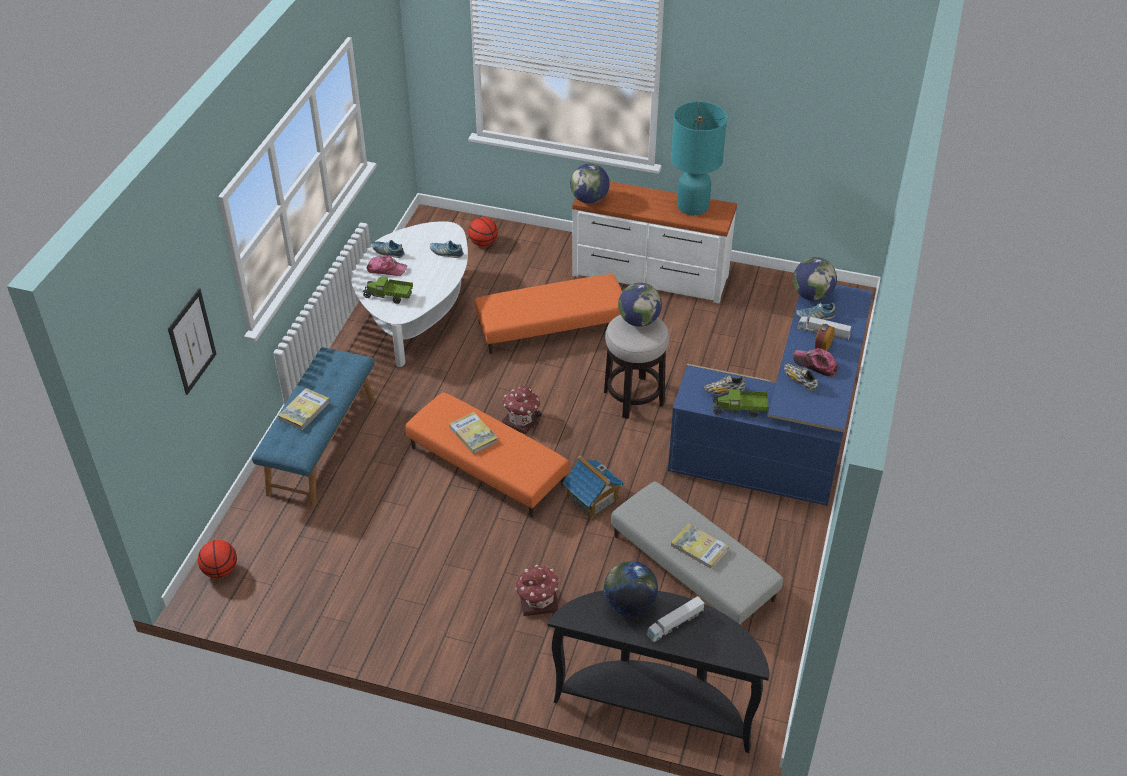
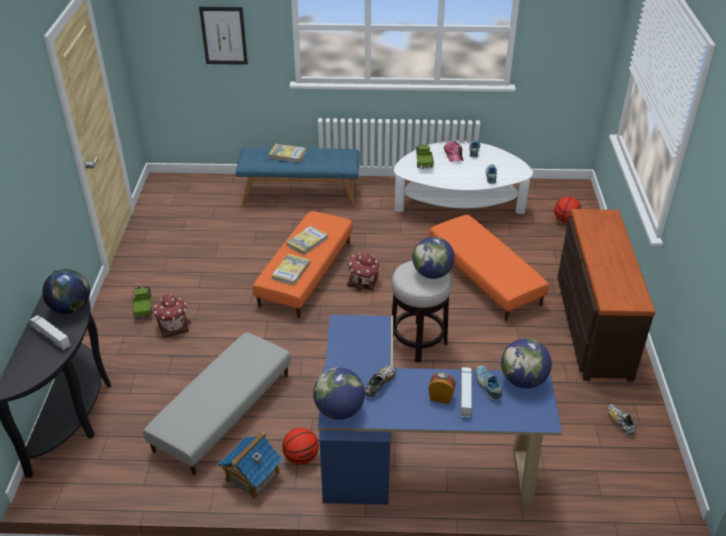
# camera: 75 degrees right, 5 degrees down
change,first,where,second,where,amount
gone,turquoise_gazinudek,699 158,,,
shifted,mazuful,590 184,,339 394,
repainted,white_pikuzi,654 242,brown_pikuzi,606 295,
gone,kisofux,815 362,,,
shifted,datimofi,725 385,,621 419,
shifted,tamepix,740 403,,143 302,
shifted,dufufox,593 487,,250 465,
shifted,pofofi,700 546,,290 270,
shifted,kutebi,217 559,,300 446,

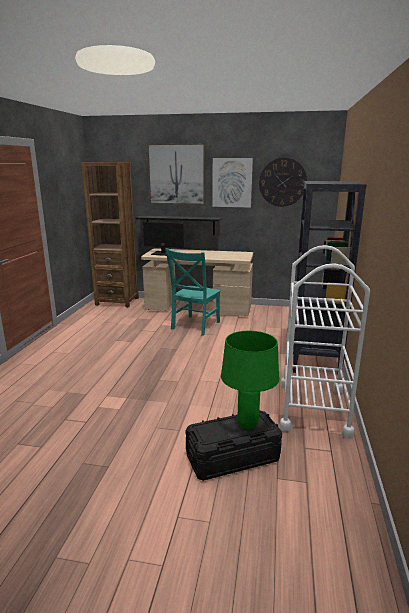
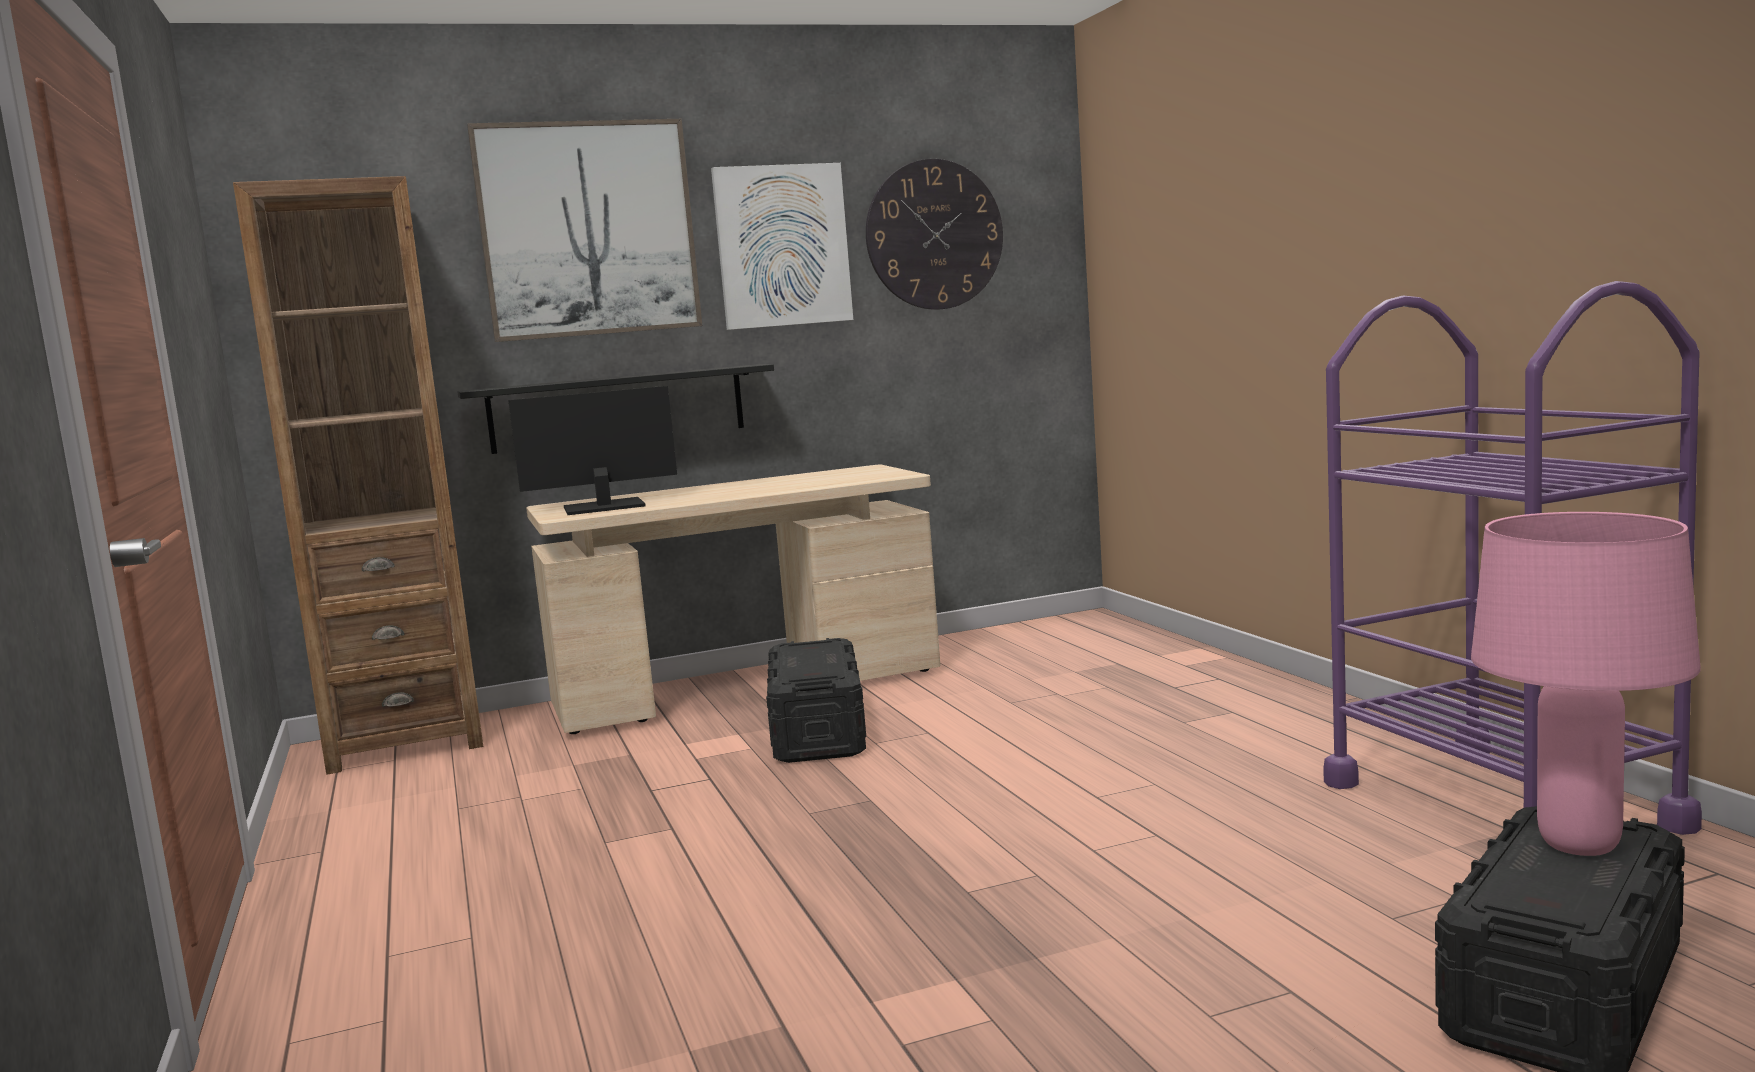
# camera: 30 degrees left, 10 degrees down
change,first,where,second,where,amount
gone,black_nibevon,330 277,,,
repainted,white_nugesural,324 342,purple_nugesural,1512 558,
swapped,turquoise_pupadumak,193 292,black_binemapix,816 700,
repainted,green_gazinudek,250 380,pink_gazinudek,1586 684,

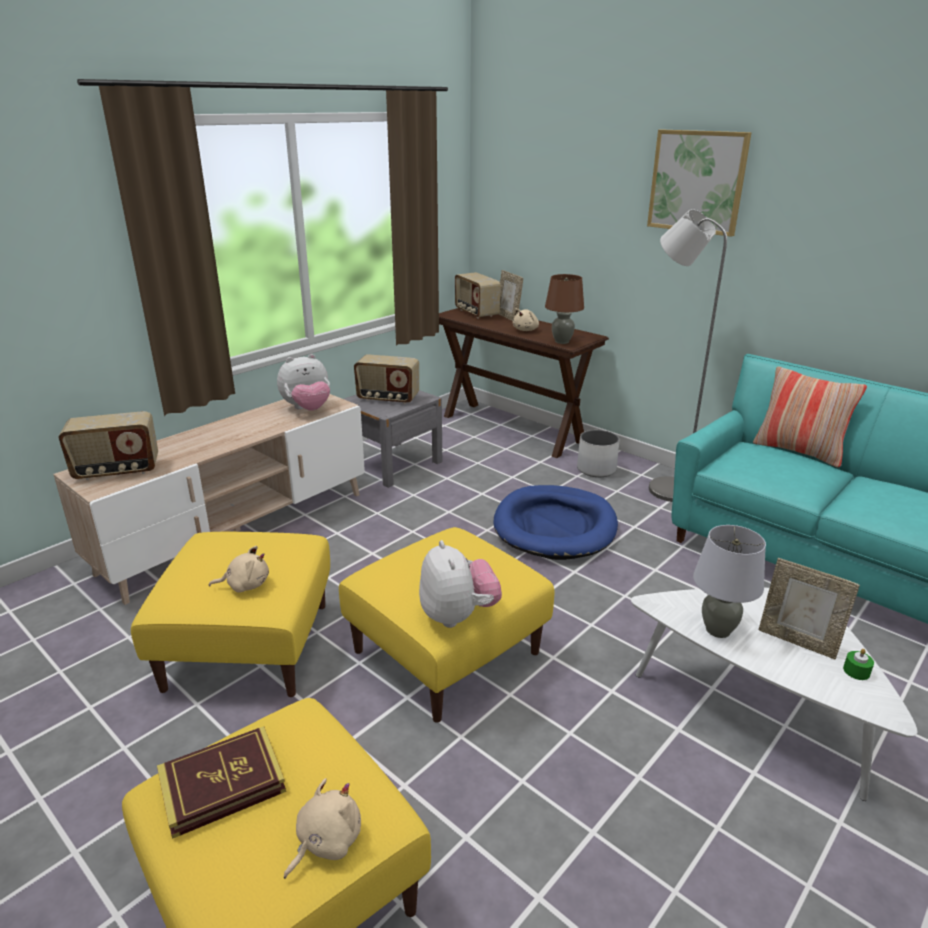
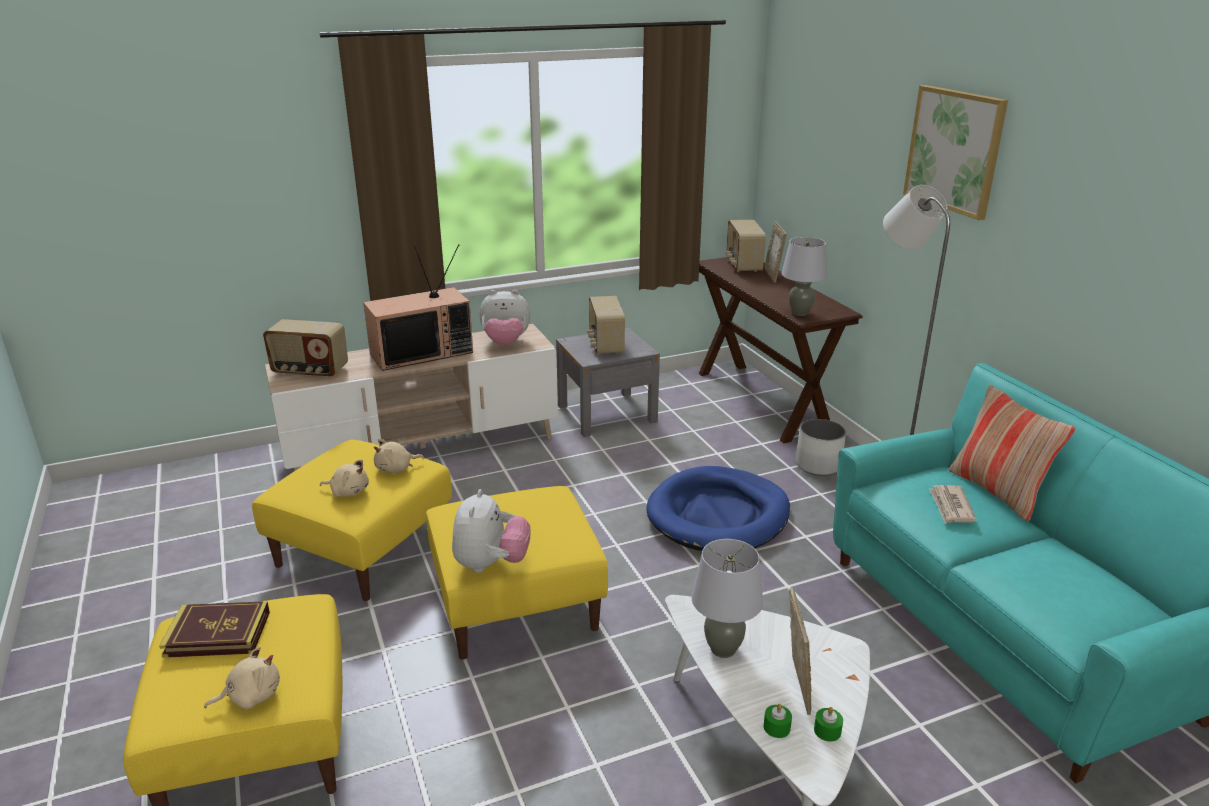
# camera: 25 degrees right, 0 degrees up
change,first,where,second,where,amount
repainted,brown_gazinudek,564 309,grey_gazinudek,804 276,
shifted,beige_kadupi,526 319,,399 455,
rotated,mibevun,386 379,,606 325,45 degrees clockwise
rotated,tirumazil,809 609,,800 651,150 degrees counterclockwise
new,,,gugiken,418 307,
new,,,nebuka,953 504,
new,,,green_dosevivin,778 721,

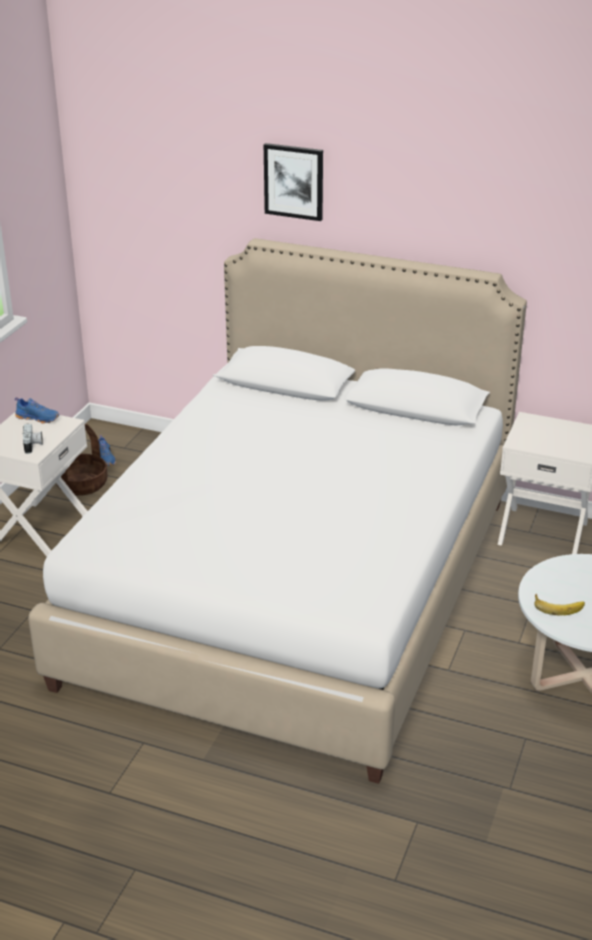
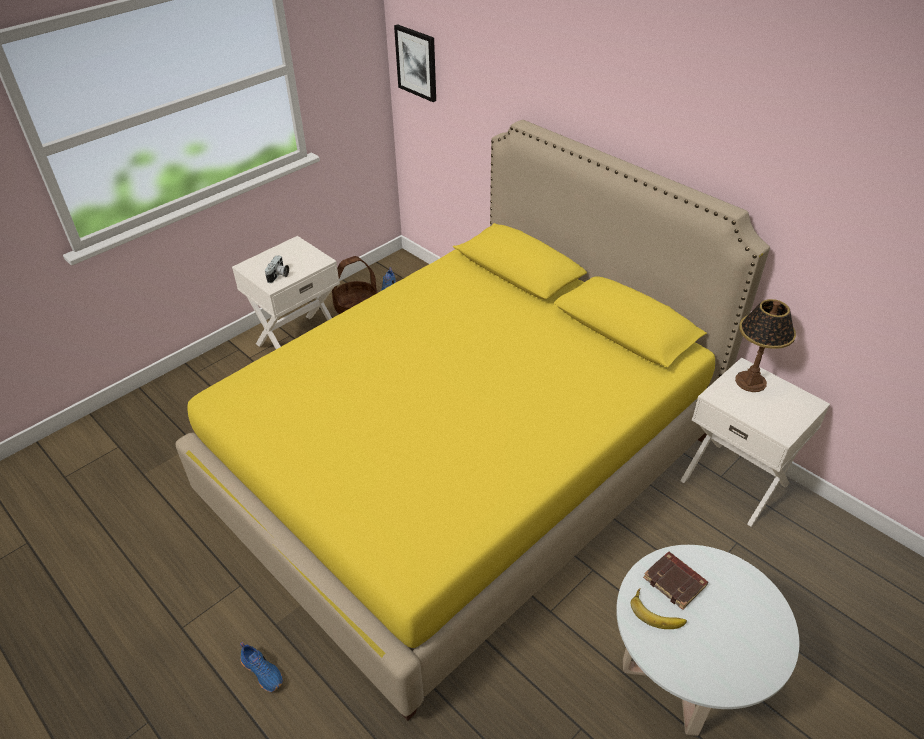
# camera: 25 degrees right, 10 degrees up
change,first,where,second,where,amount
shifted,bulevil,293 182,,415 63,
repainted,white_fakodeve,277 511,yellow_fakodeve,473 420,
shifted,blue_datimofi,37 410,,261 667,
new,,,gazinudek,765 345,
new,,,brown_pofofi,675 581,

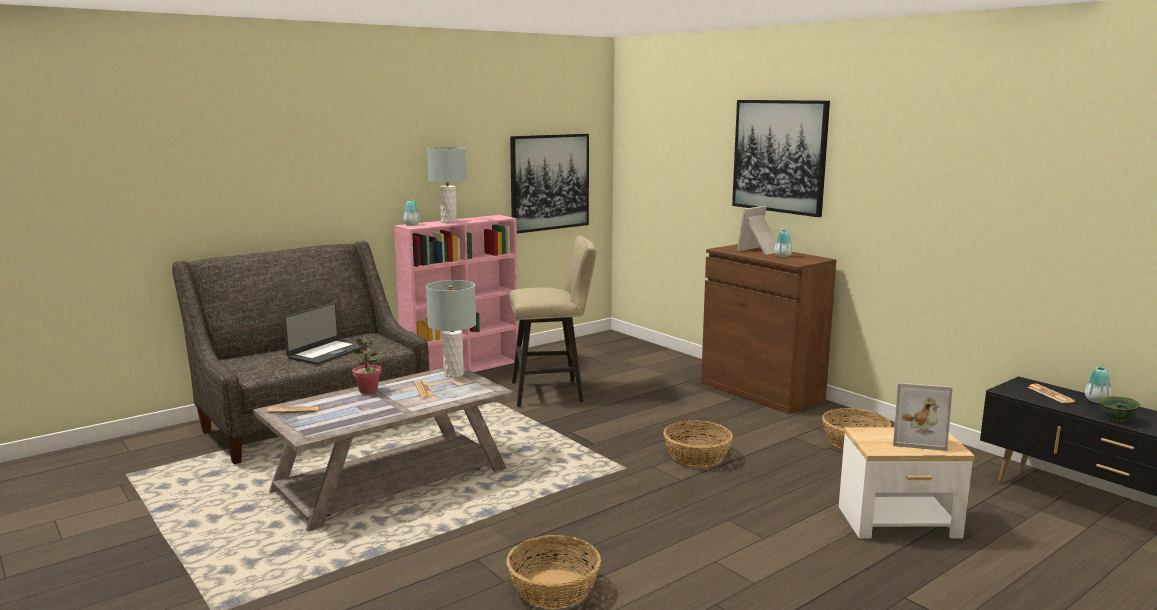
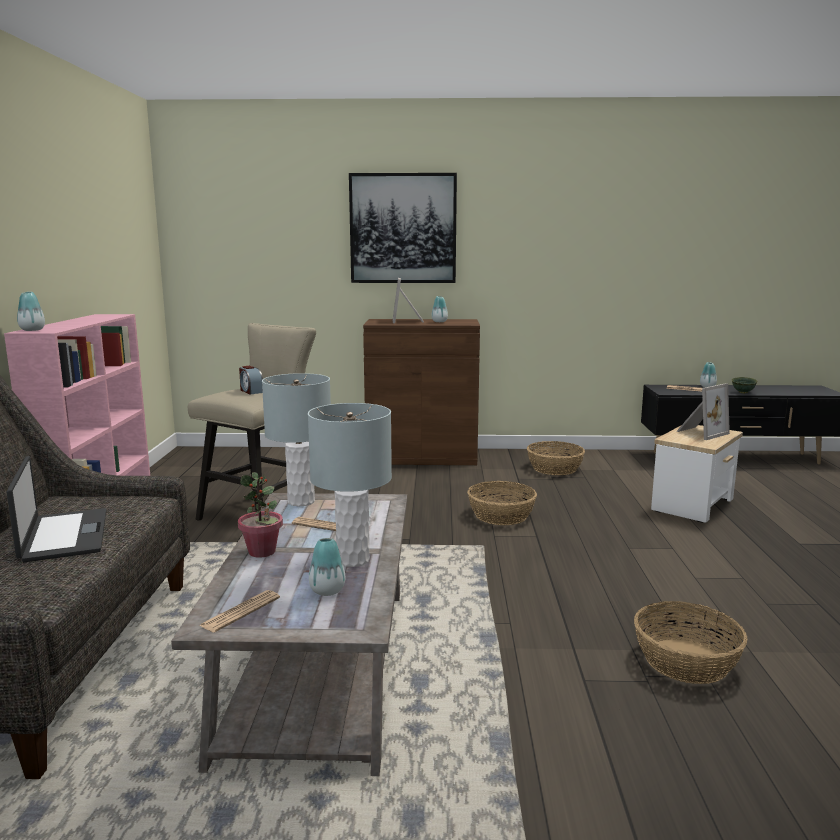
# camera: 50 degrees left, 0 degrees up
change,first,where,second,where,amount
gone,bulevil,549 183,,,
shifted,grey_gazinudek,447 185,,350 485,
new,,,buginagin,251 380,
new,,,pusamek,327 567,

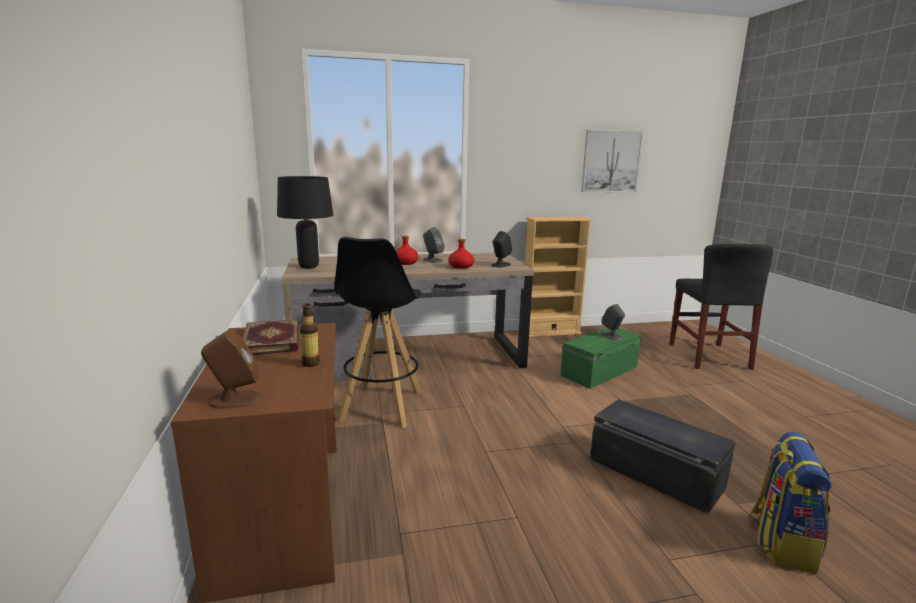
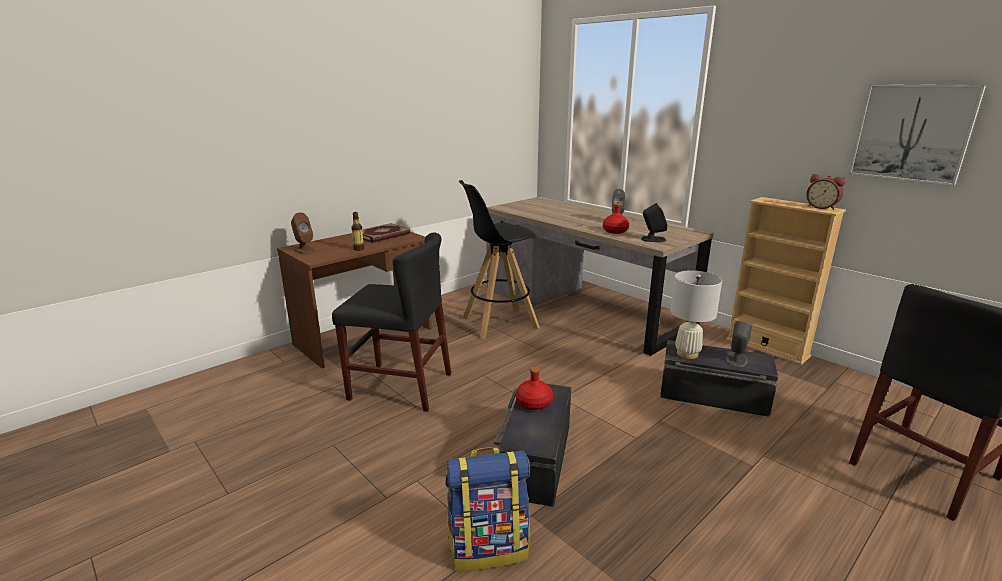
# camera: 60 degrees right, 5 degrees up
change,first,where,second,where,amount
gone,black_gazinudek,305 222,,,
shifted,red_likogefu,407 250,,534 388,
repainted,green_binemapix,600 358,black_binemapix,719 378,
new,,,buginagin,825 192,
new,,,black_pupadumak,391 322,
new,,,white_gazinudek,696 314,

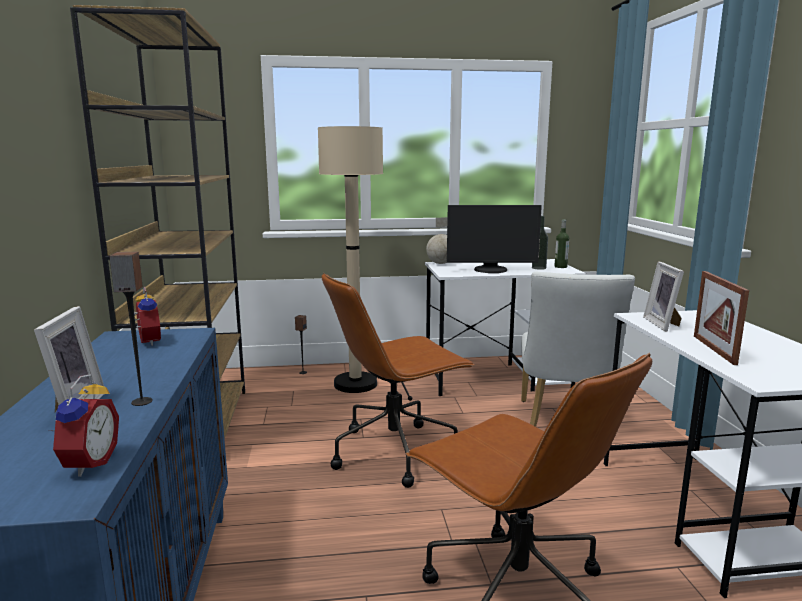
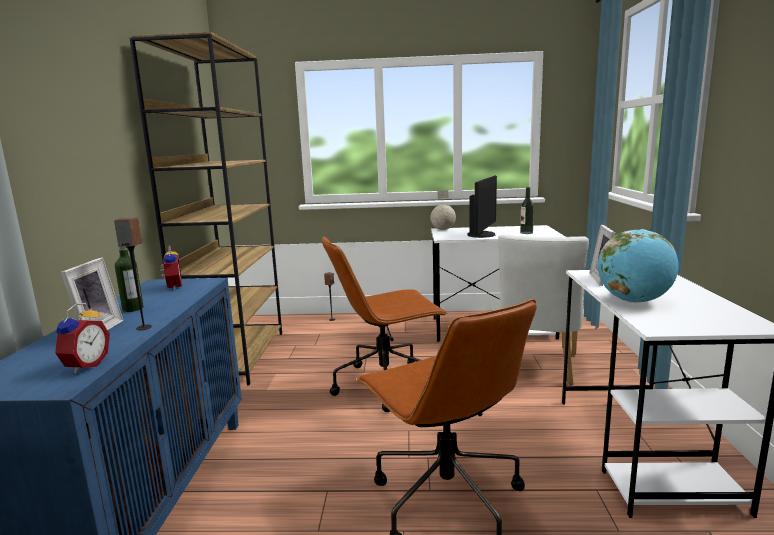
# camera: 10 degrees right, 0 degrees up
change,first,where,second,where,amount
gone,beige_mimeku,350 259,,,
rotated,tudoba,494 239,,482 206,75 degrees counterclockwise
shifted,likogefu,561 243,,129 279,
swapped,tirumazil,721 318,mazuful,638 266,

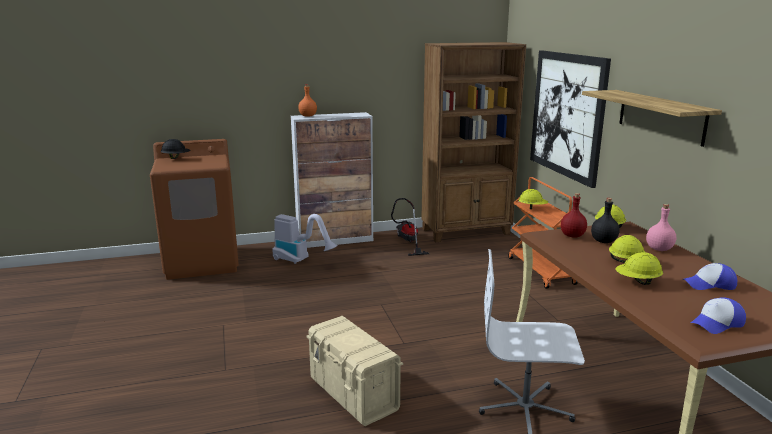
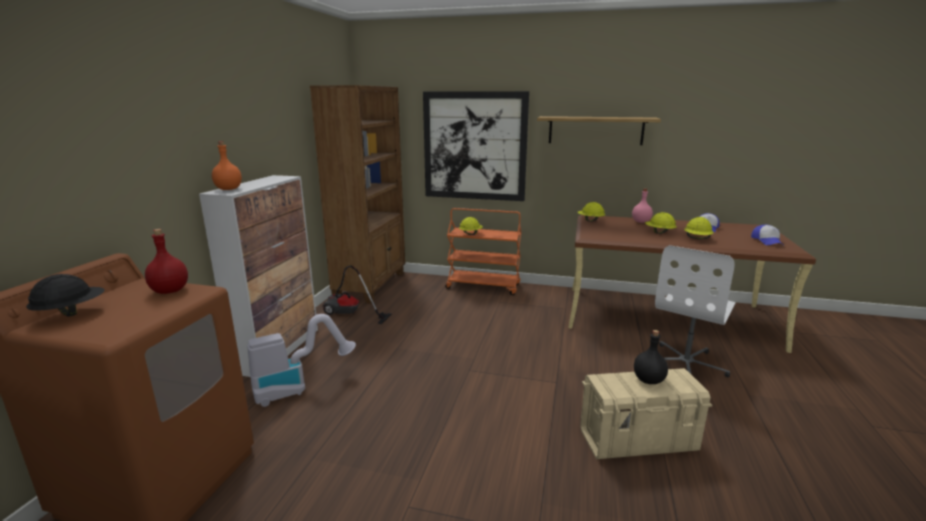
# camera: 60 degrees left, 0 degrees up
change,first,where,second,where,amount
shifted,red_likogefu,574 215,,166 261,
shifted,black_likogefu,605 220,,651 357,

